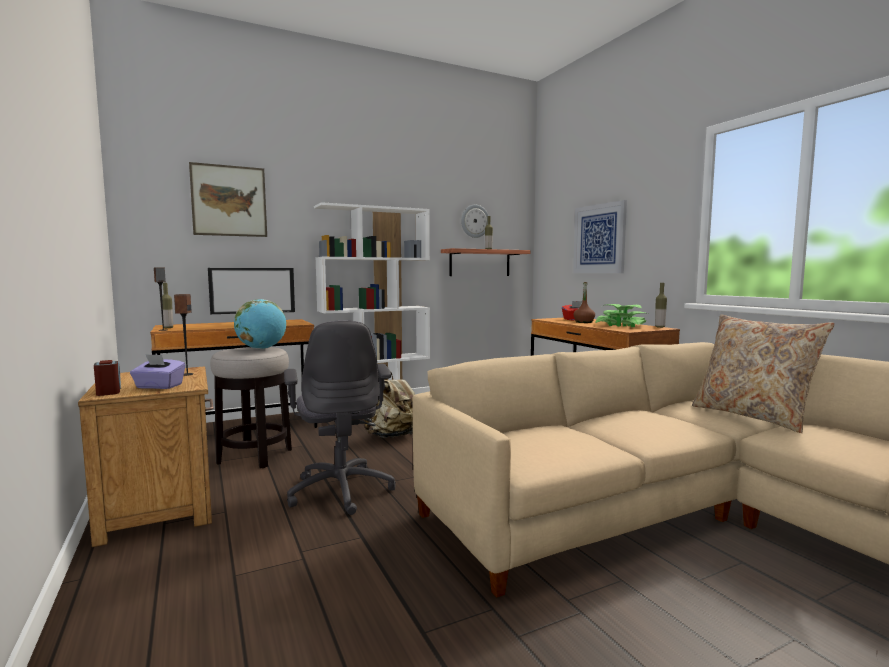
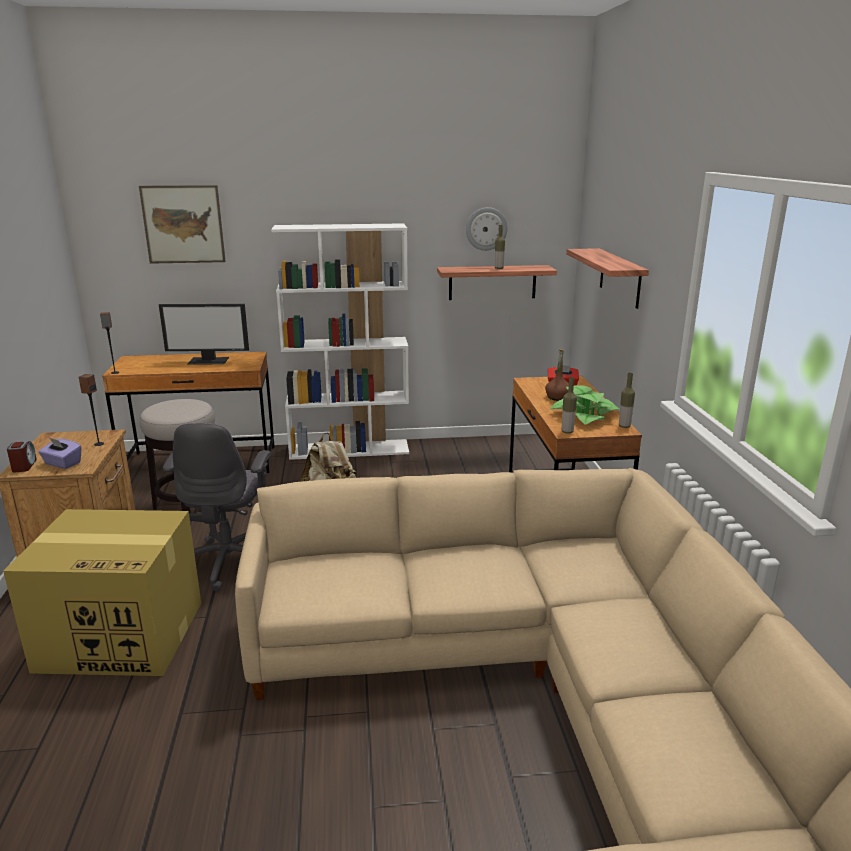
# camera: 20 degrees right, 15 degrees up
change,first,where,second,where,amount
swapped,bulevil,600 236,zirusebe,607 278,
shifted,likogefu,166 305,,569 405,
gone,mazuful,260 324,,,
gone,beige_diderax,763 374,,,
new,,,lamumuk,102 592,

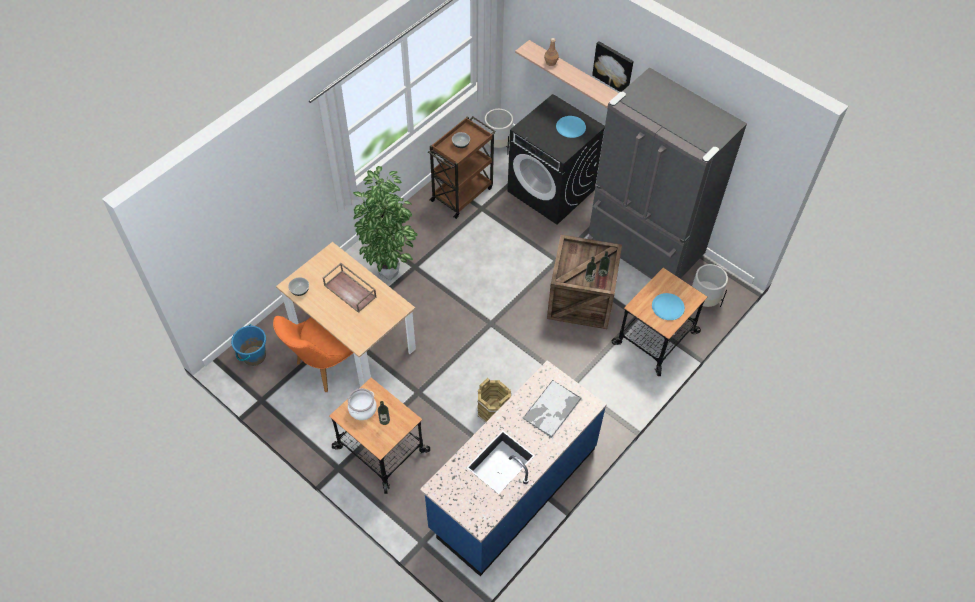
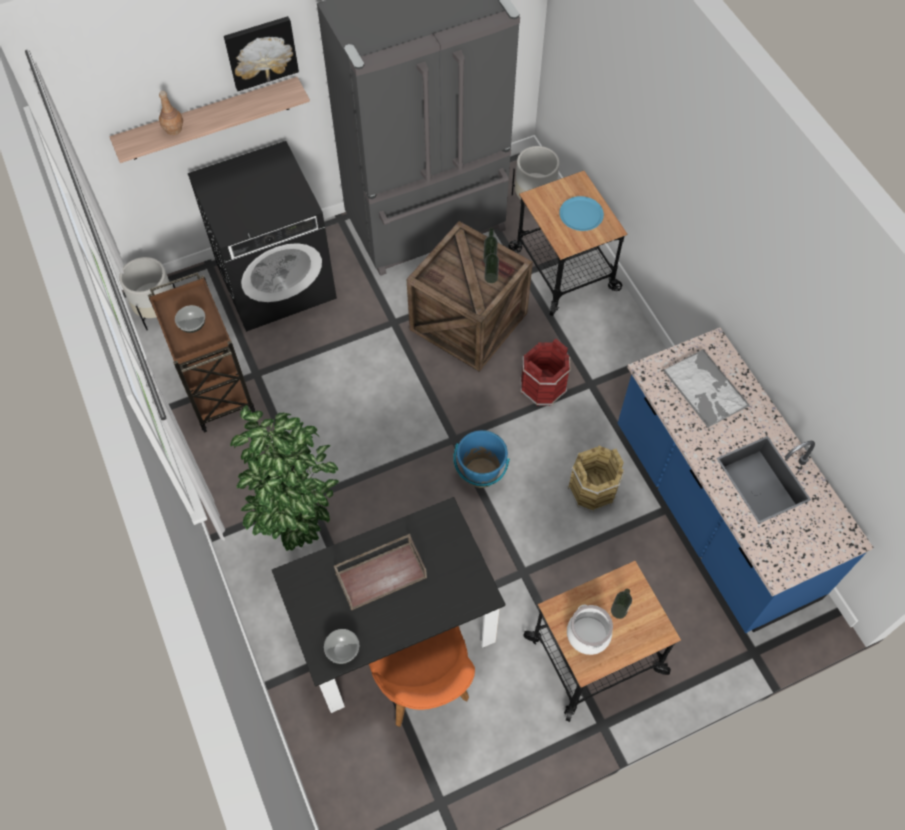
# camera: 65 degrees left, 5 degrees up
change,first,where,second,where,amount
gone,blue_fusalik,571 127,,,
repainted,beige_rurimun,346 314,black_rurimun,388 605,
shifted,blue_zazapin,248 345,,481 459,
new,,,red_zazapin,545 372,

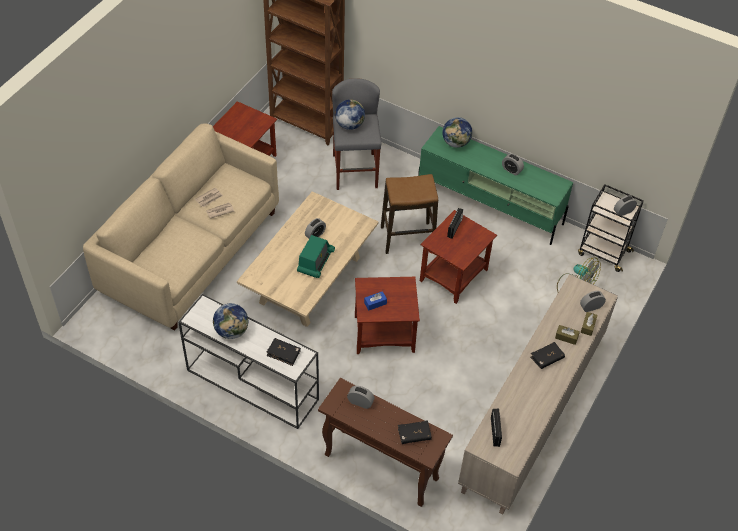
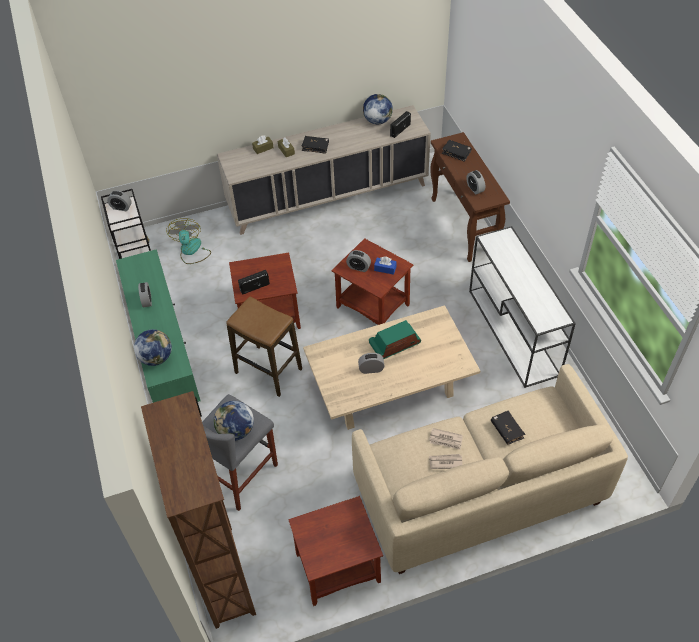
# camera: 135 degrees left, 0 degrees up
change,first,where,second,where,amount
shifted,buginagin,593 301,,358 261,
shifted,mazuful,230 321,,378 109,
shifted,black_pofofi,283 352,,508 428,

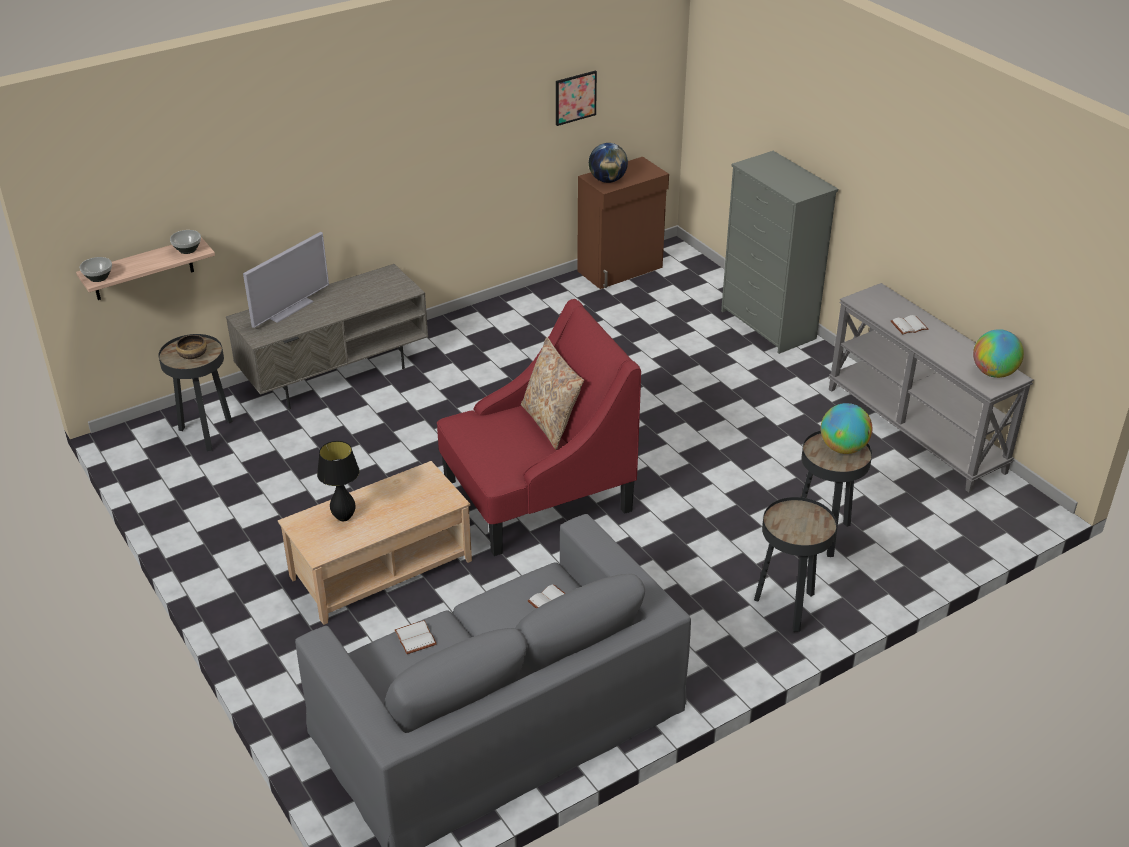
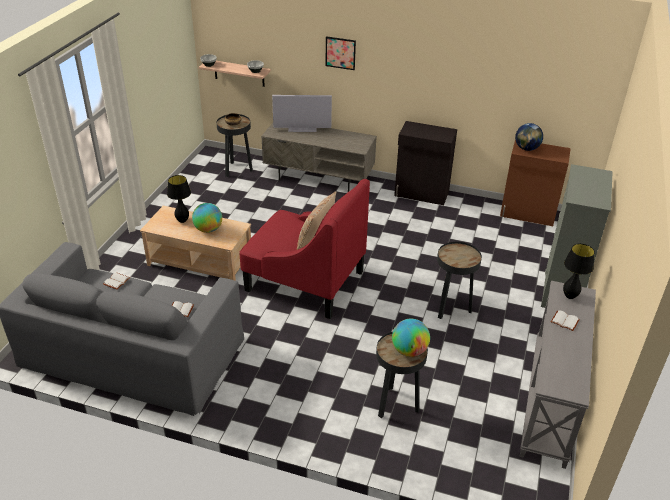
# camera: 50 degrees right, 0 degrees up
change,first,where,second,where,amount
shifted,bulevil,576 98,,340 53,
shifted,mazuful,998 353,,207 218,
shifted,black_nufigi,795 564,,459 280,
new,,,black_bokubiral,425 163,
new,,,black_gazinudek,579 271,

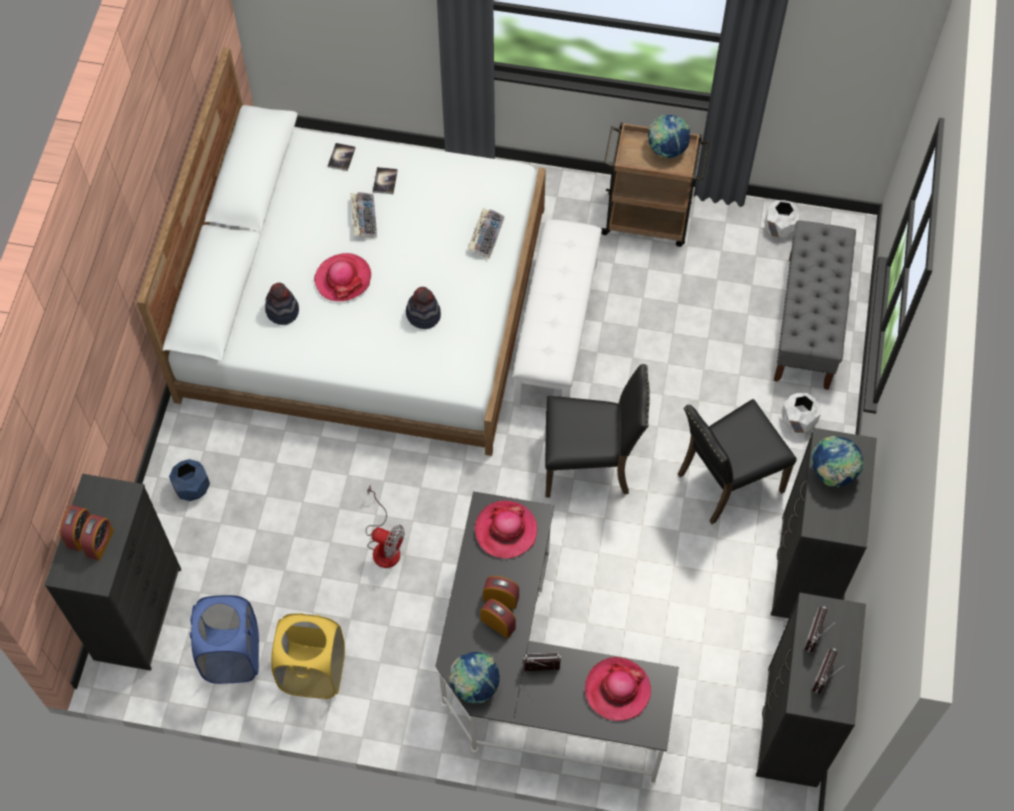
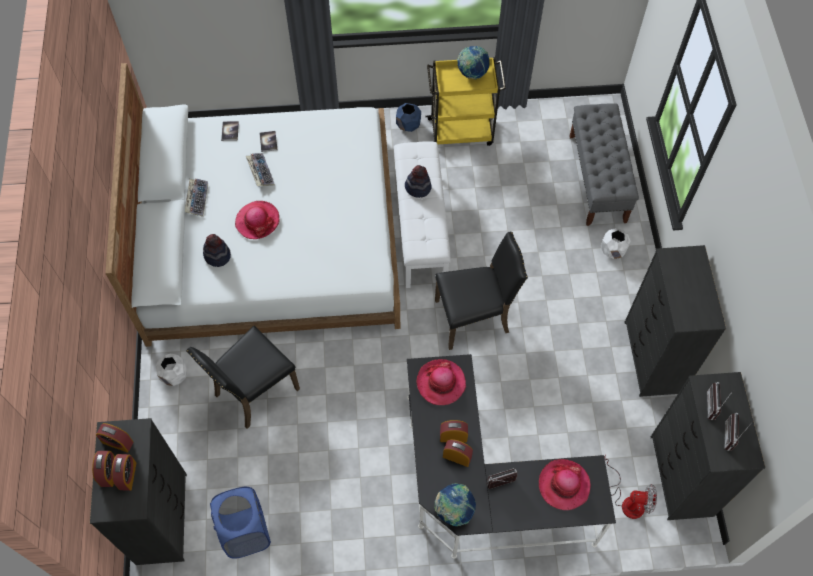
# camera: 15 degrees left, 0 degrees up
change,first,where,second,where,amount
repainted,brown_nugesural,655 184,yellow_nugesural,466 101,
shifted,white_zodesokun,782 219,,171 370,
shifted,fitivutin,486 233,,196 197,
shifted,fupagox,423 308,,418 181,
shifted,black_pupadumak,737 461,,243 377,
gone,mazuful,837 461,,,
shifted,blue_zodesokun,189 480,,408 117,
shifted,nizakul,385 526,,630 487,
gone,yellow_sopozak,308 656,,,
new,,,buginagin,114 438,

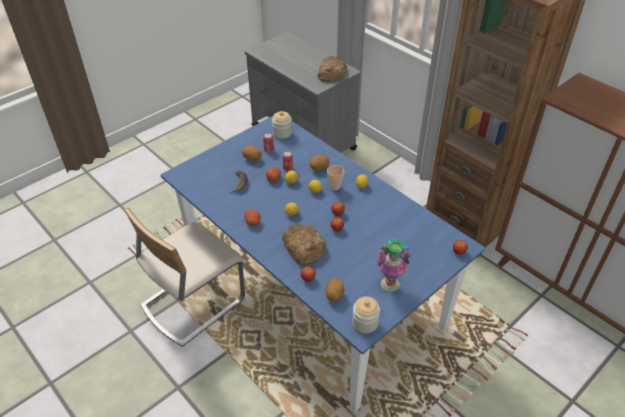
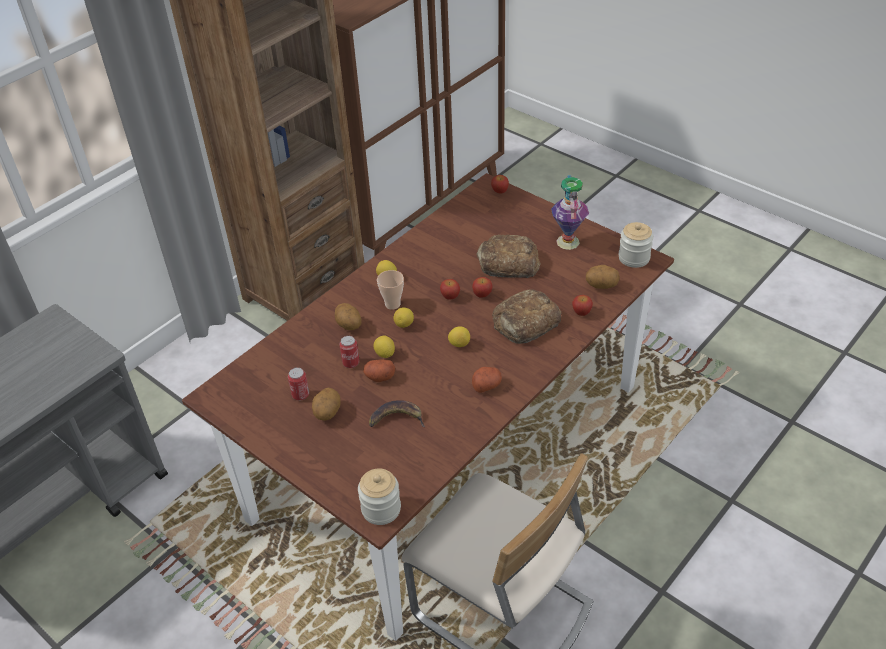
# camera: 95 degrees left, 0 degrees up
change,first,where,second,where,amount
shifted,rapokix,332 69,,509 256,
shifted,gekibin,282 125,,379 497,
repainted,blue_rurimun,323 264,brown_rurimun,428 407,

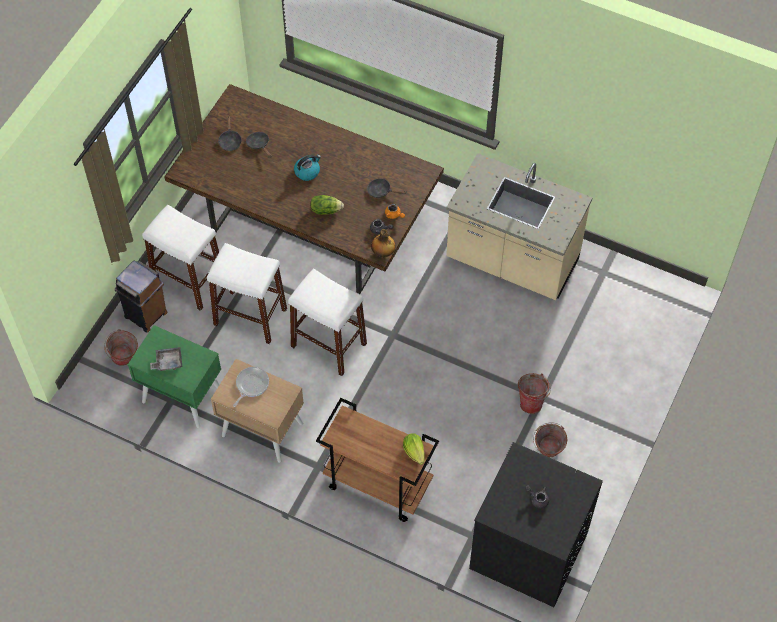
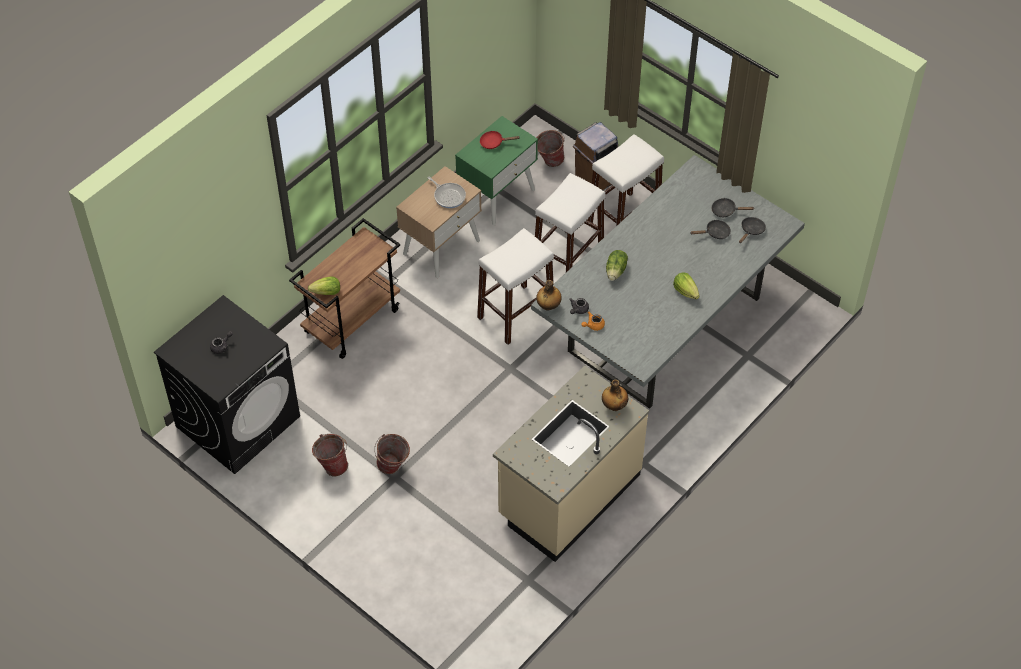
# camera: 105 degrees right, 5 degrees down
change,first,where,second,where,amount
repainted,brown_rurimun,304 189,grey_rurimun,668 282,
gone,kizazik,307 167,,,
shifted,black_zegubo,386 188,,752 230,
swapped,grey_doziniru,166 359,red_zegubo,499 140,
new,,,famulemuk,686 286,
new,,,likogefu,615 395,

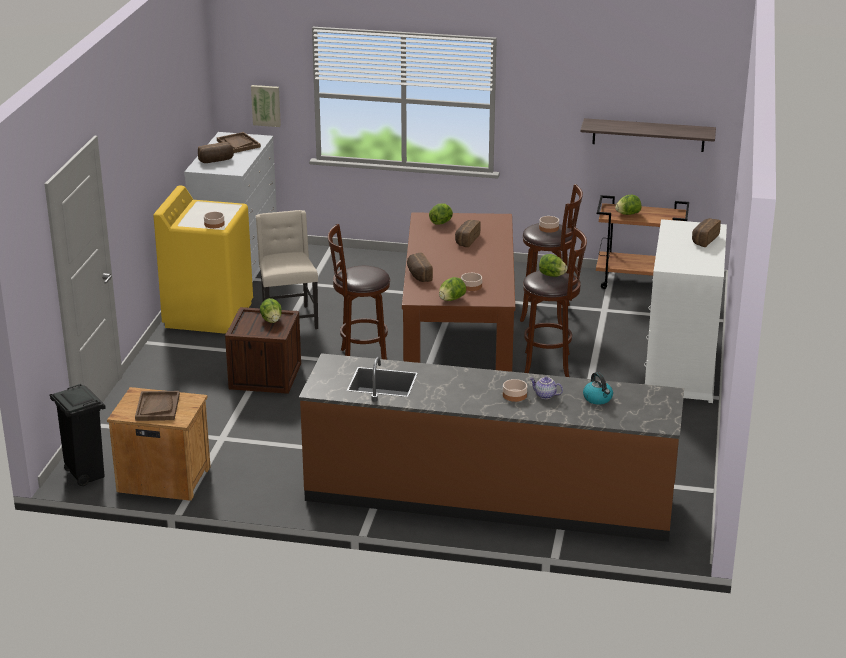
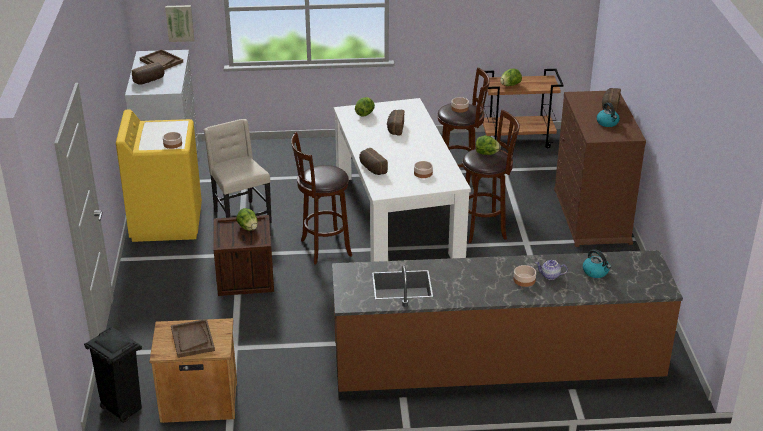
# camera: 15 degrees left, 5 degrees up
change,first,where,second,where,amount
gone,zirusebe,648 135,,,
repainted,brown_rurimun,458 292,white_rurimun,402 180,
repainted,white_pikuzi,685 311,brown_pikuzi,600 169,
gone,famulemuk,452 289,,,
new,,,kizazik,608 114,

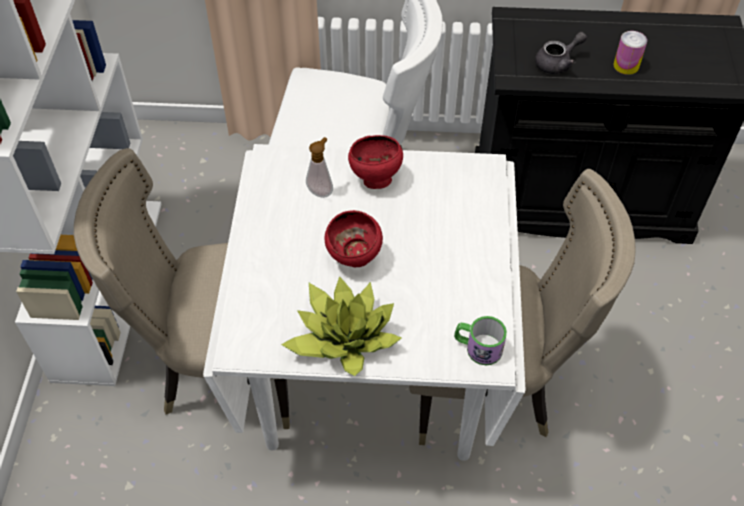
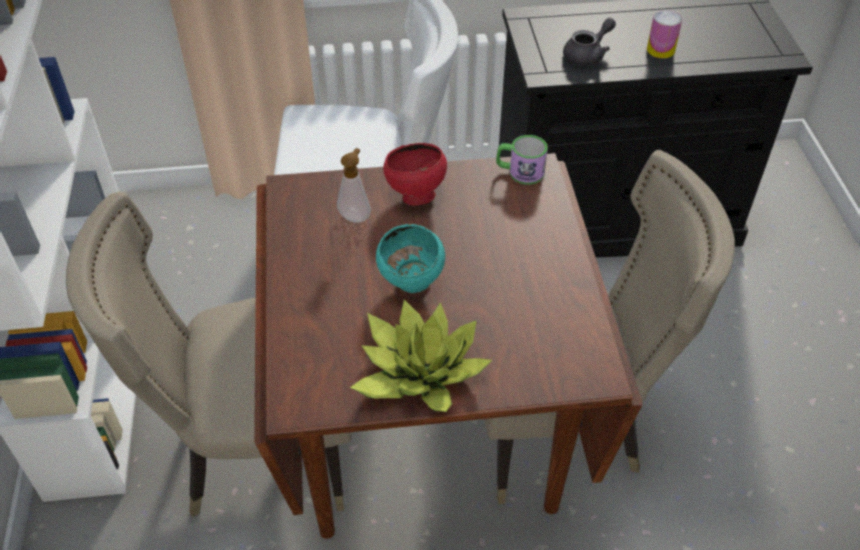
# camera: 10 degrees left, 5 degrees down
change,first,where,second,where,amount
repainted,white_rurimun,364 302,brown_rurimun,448 346,
repainted,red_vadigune,353 239,turquoise_vadigune,410 258,
shifted,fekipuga,480 340,,522 160,

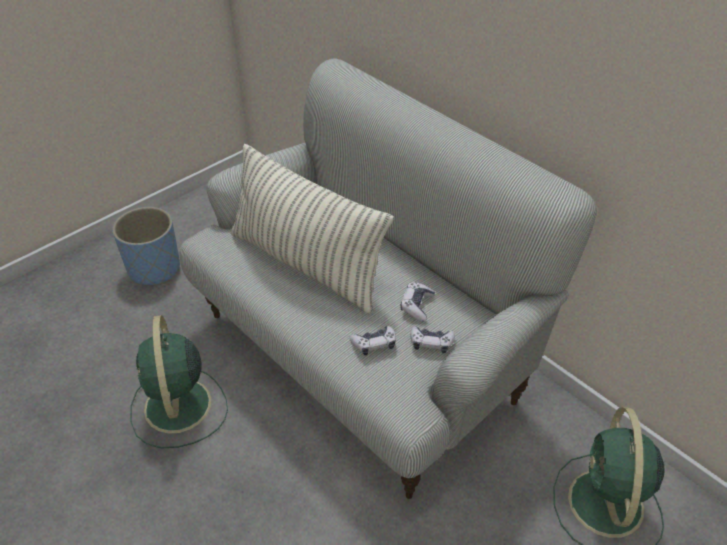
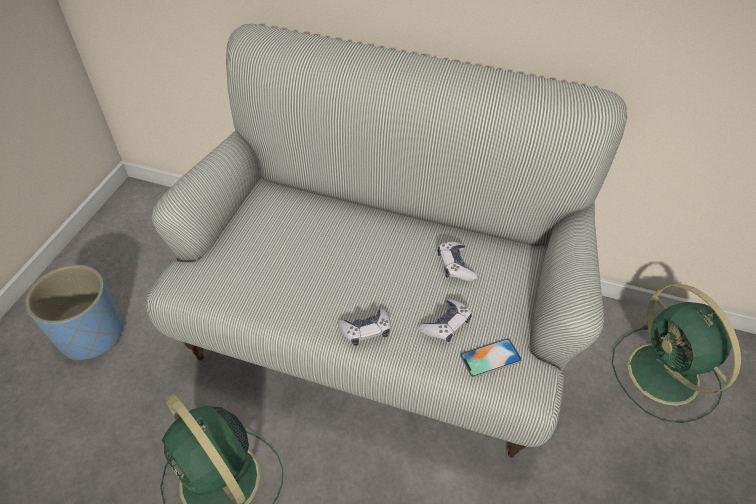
# camera: 30 degrees left, 5 degrees up
change,first,where,second,where,amount
gone,diderax,312 229,,,
shifted,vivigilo,432 339,,364 327,
new,,,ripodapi,490 357,

